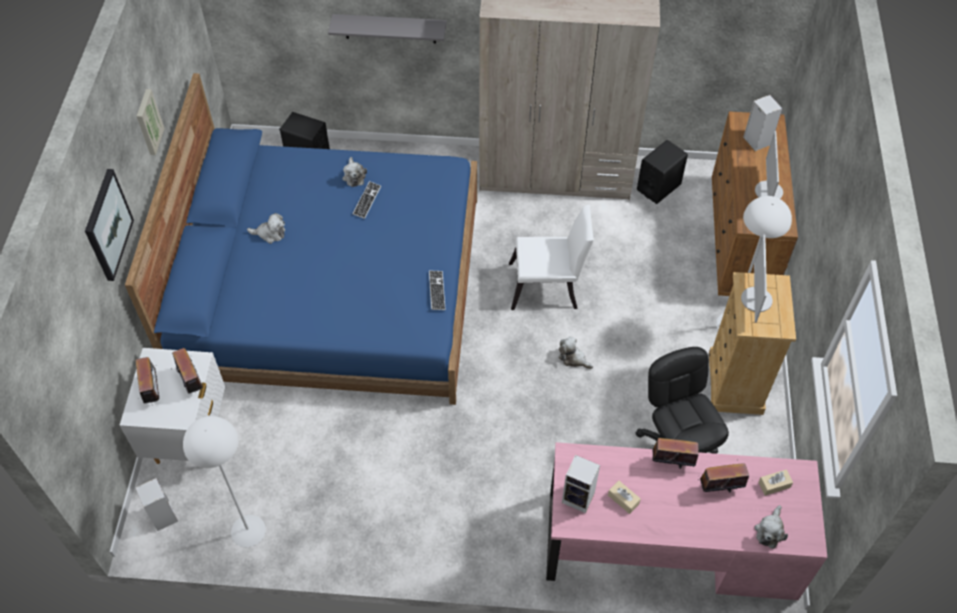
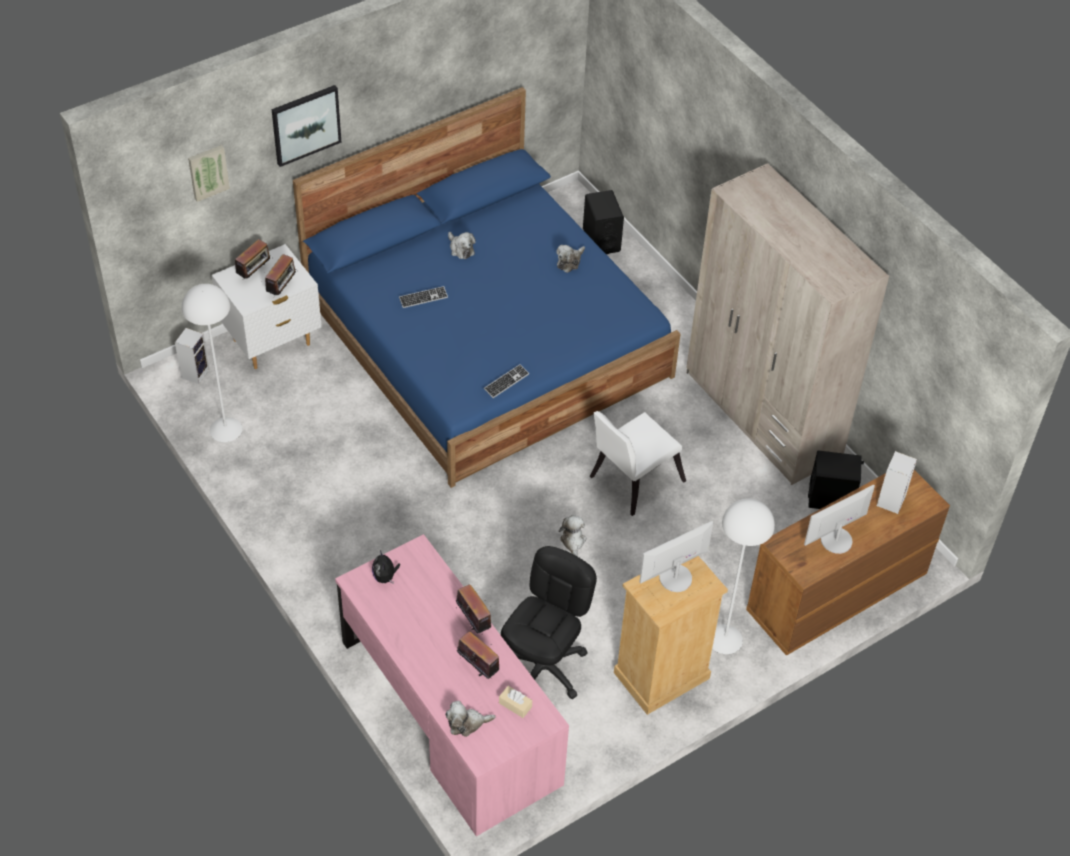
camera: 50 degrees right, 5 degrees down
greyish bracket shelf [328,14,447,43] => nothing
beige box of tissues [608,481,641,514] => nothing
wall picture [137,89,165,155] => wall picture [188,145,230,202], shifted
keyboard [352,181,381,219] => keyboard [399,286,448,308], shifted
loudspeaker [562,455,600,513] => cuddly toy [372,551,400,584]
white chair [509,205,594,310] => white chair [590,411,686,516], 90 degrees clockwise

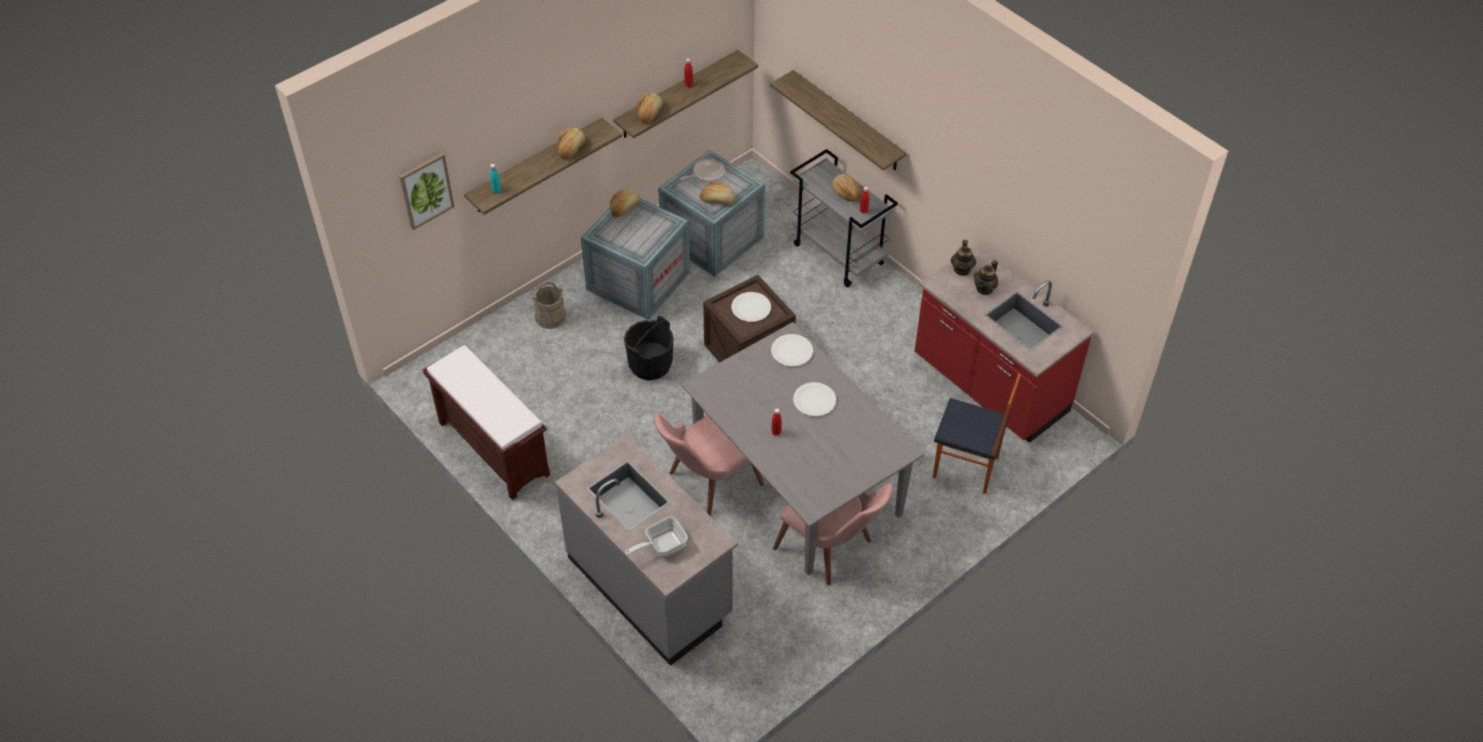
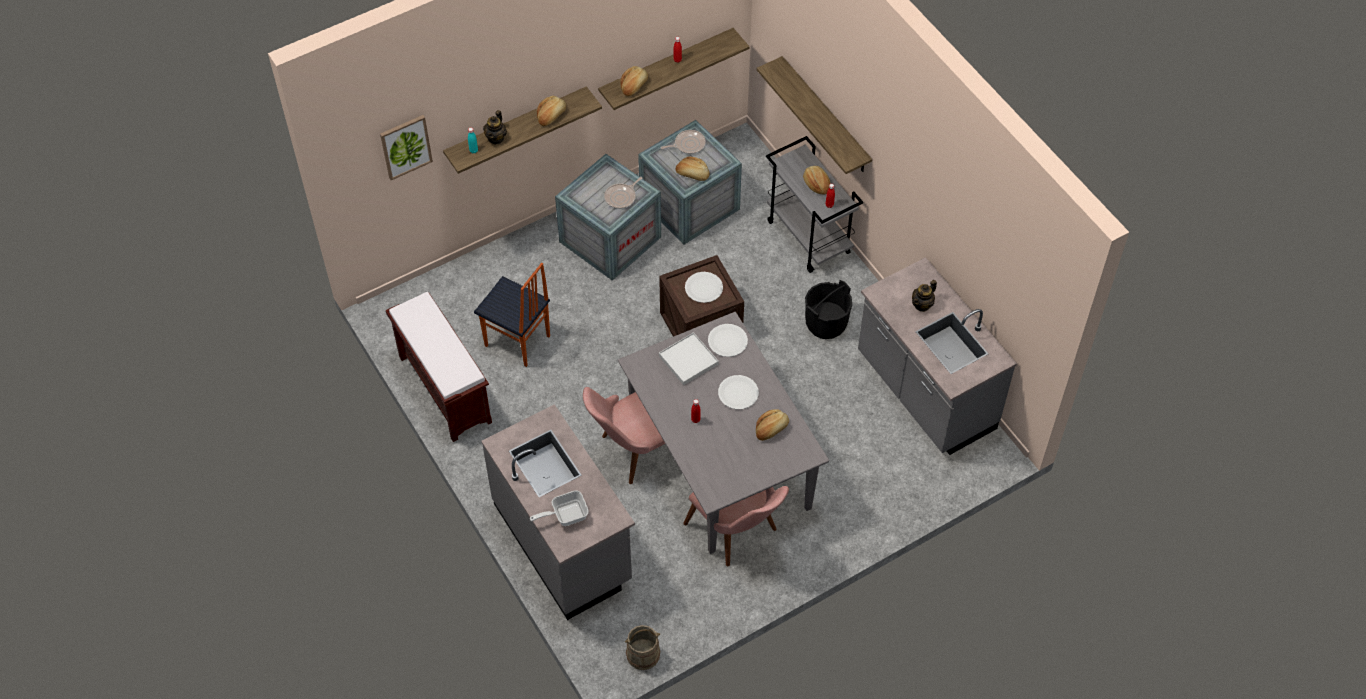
camera: 10 degrees right, 5 degrees up
nothing => skillet [604,177,642,209]
nothing => white tray [659,332,719,385]
beige water bucket [532,282,566,329] => beige water bucket [625,625,660,670], shifted
bread [610,189,640,217] => bread [756,409,789,441], shifted
blackish water bucket [624,316,674,380] => blackish water bucket [805,280,852,339], shifted
chair [933,373,1021,494] => chair [474,263,550,367], shifted
teapot [950,240,976,276] => teapot [483,110,507,144], shifted
red kitchen base unit [915,244,1094,443] => greyish kitchen base unit [858,257,1017,455]

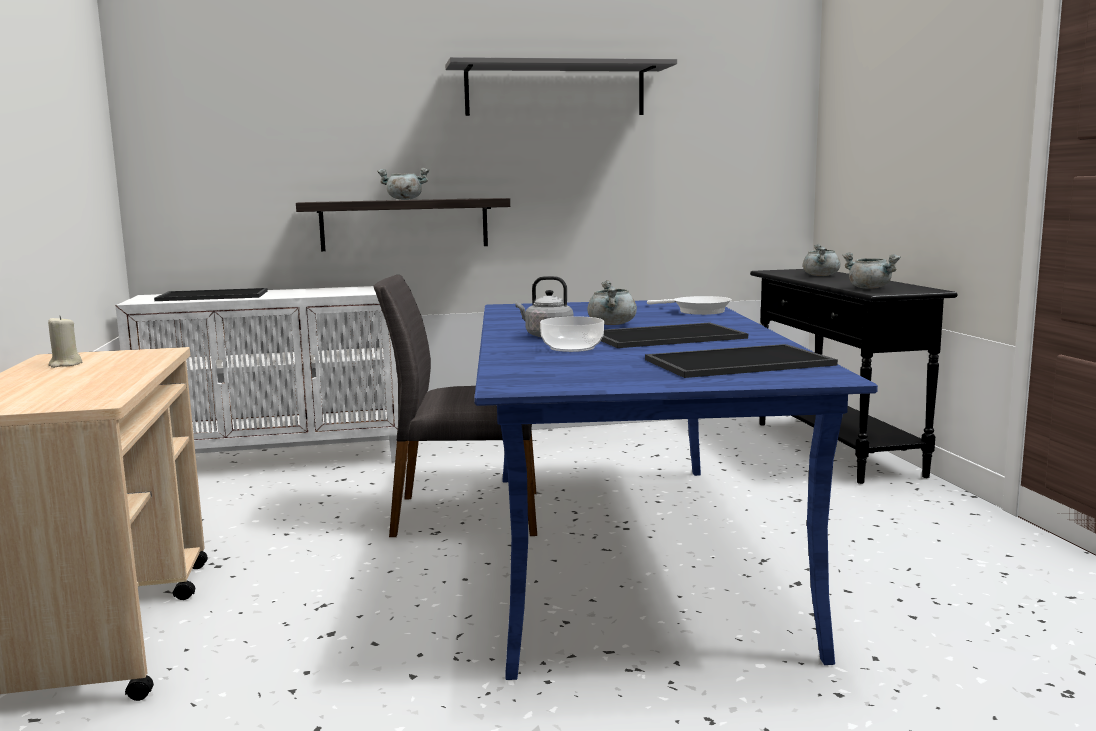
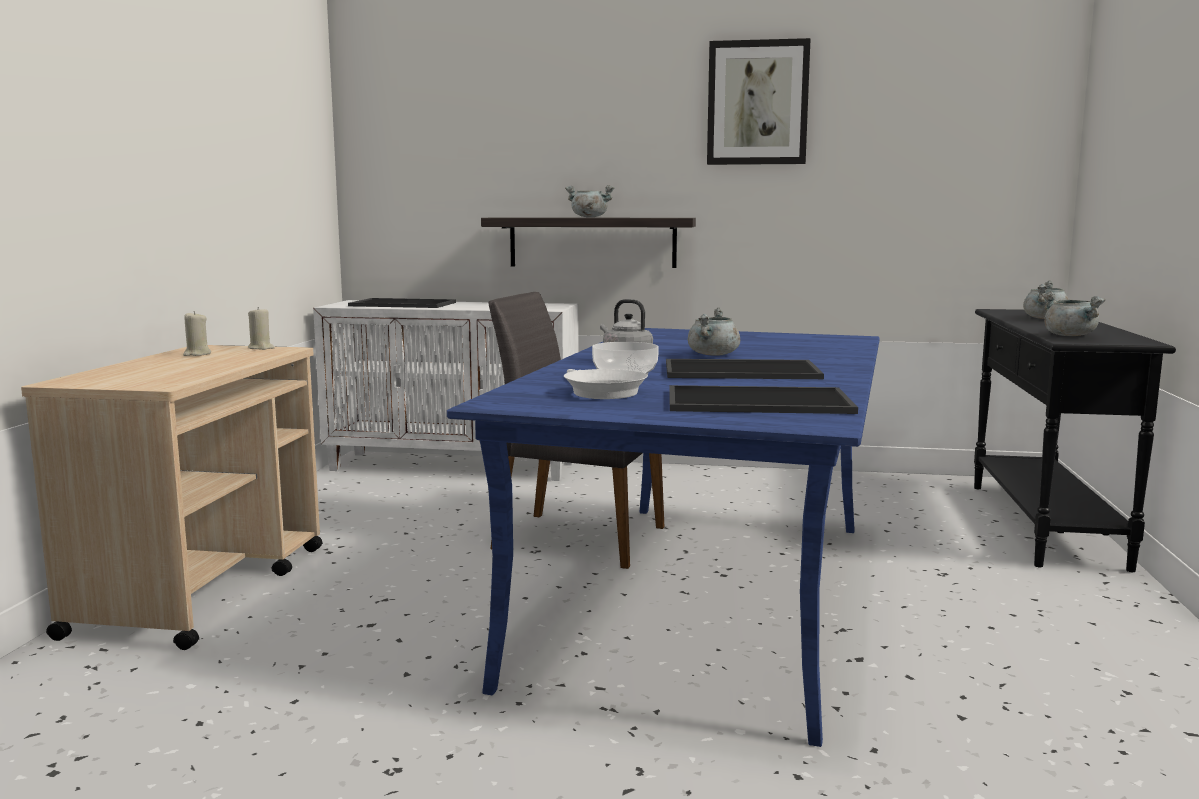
camera: 20 degrees right, 0 degrees up
nothing => beige wax candle [248,307,275,350]
white skillet [647,296,732,315] => white skillet [564,369,648,399], shifted
greyish bracket shelf [445,57,677,116] => wall picture [707,38,811,165]

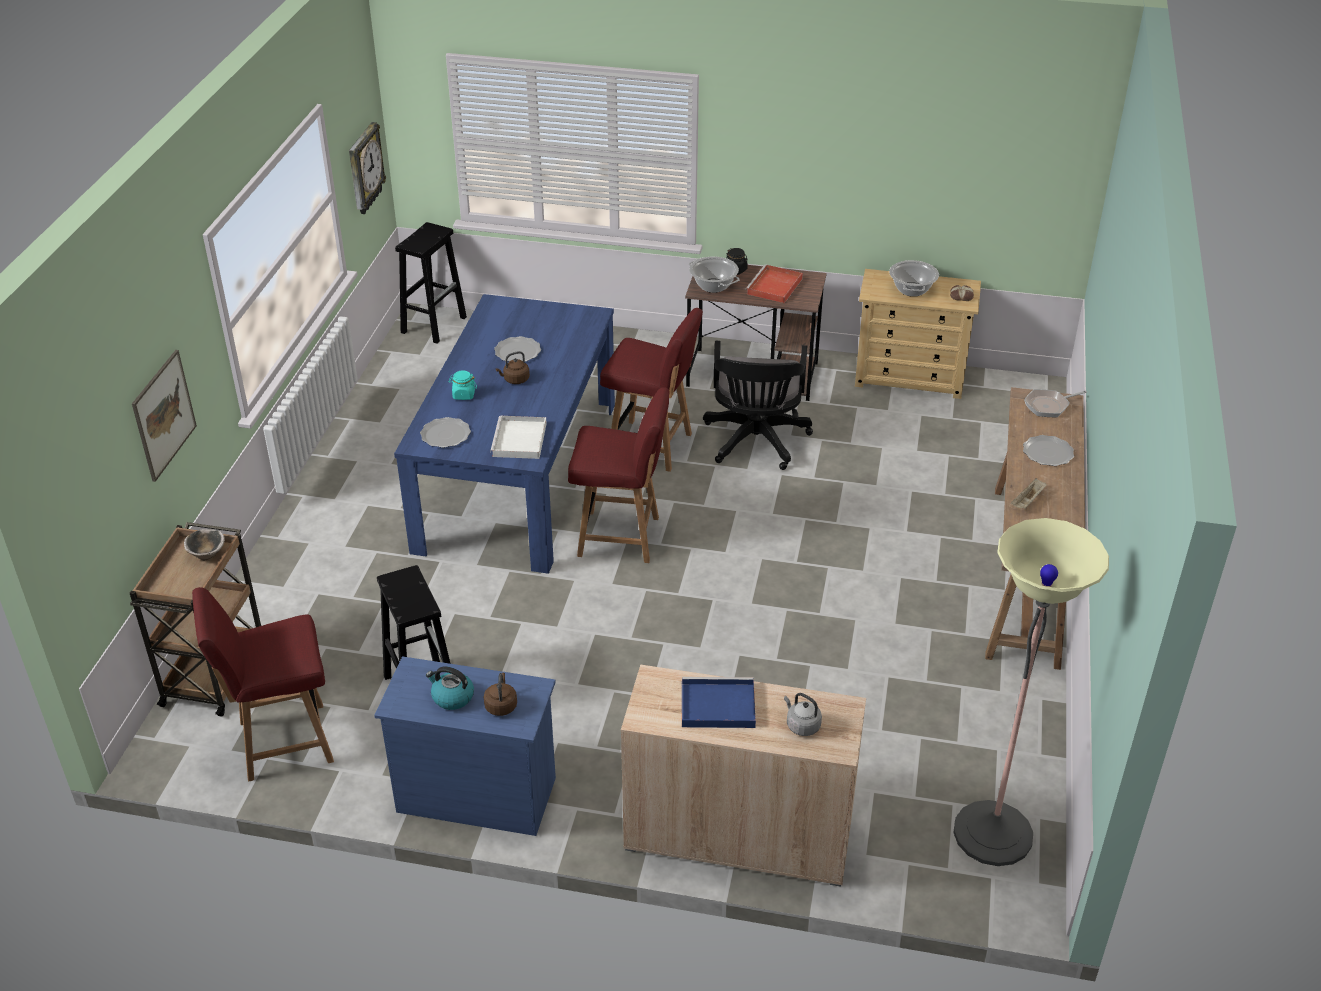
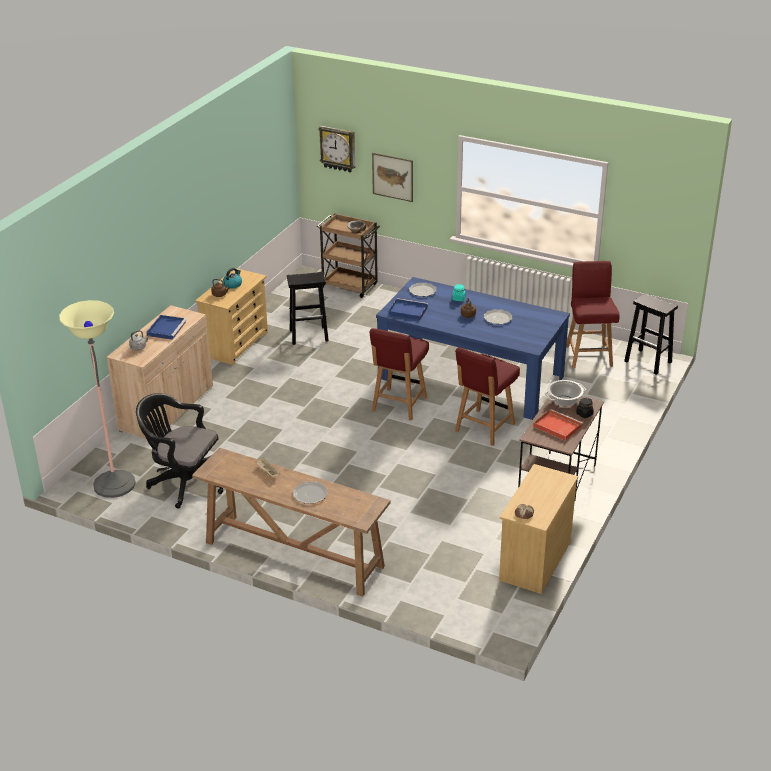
camera: 105 degrees right, 5 degrees down
saucepot [889,260,939,297] => nothing
skillet [1024,389,1087,417] => nothing
red chair [192,587,334,781] => red chair [566,261,620,368], shifted
hanging clock [349,122,386,214] => hanging clock [318,125,355,172], shifted
blackish office chair [703,341,813,470] => blackish office chair [136,393,223,509], shifted
bluish chest of drawers [374,656,556,836] => beige chest of drawers [195,268,268,365]
white tray [490,416,547,459] => bluish tray [389,298,428,320]

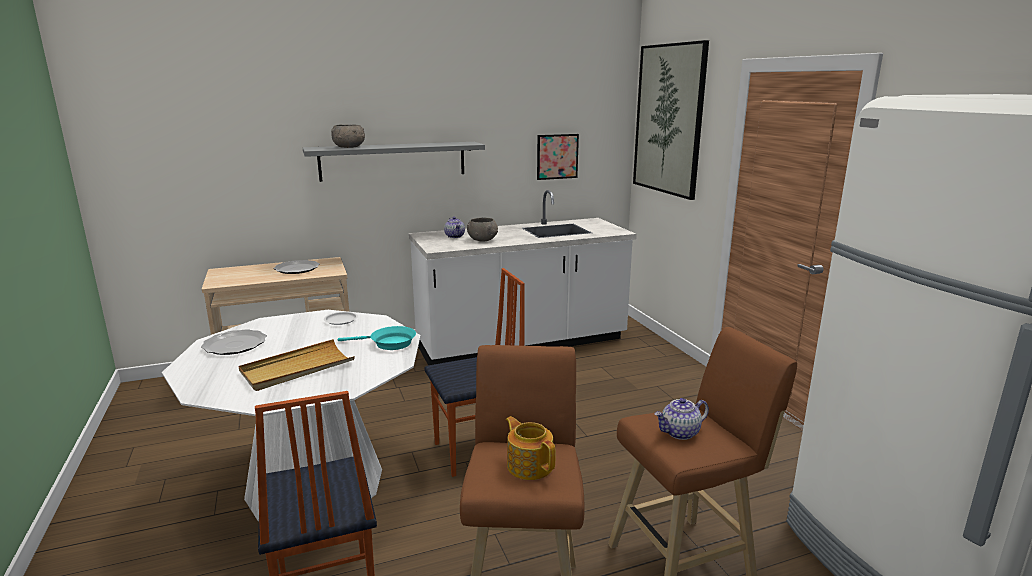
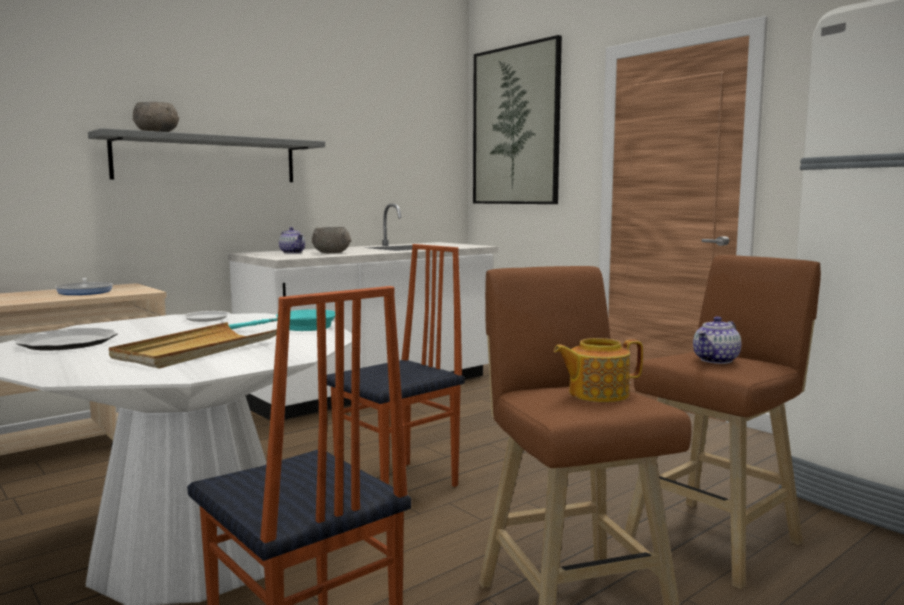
camera: 20 degrees left, 10 degrees down
wall picture [537,134,579,180] => nothing
dinner plate [274,260,320,274] => skillet [55,278,113,295]
teapot [506,416,556,480] => teapot [554,338,643,402], 45 degrees counterclockwise

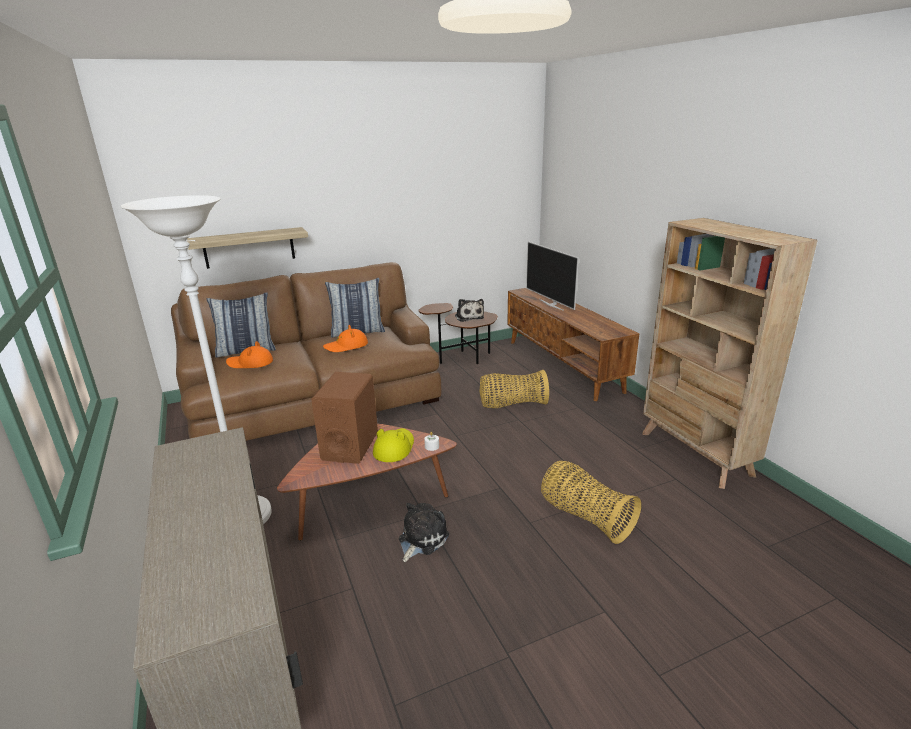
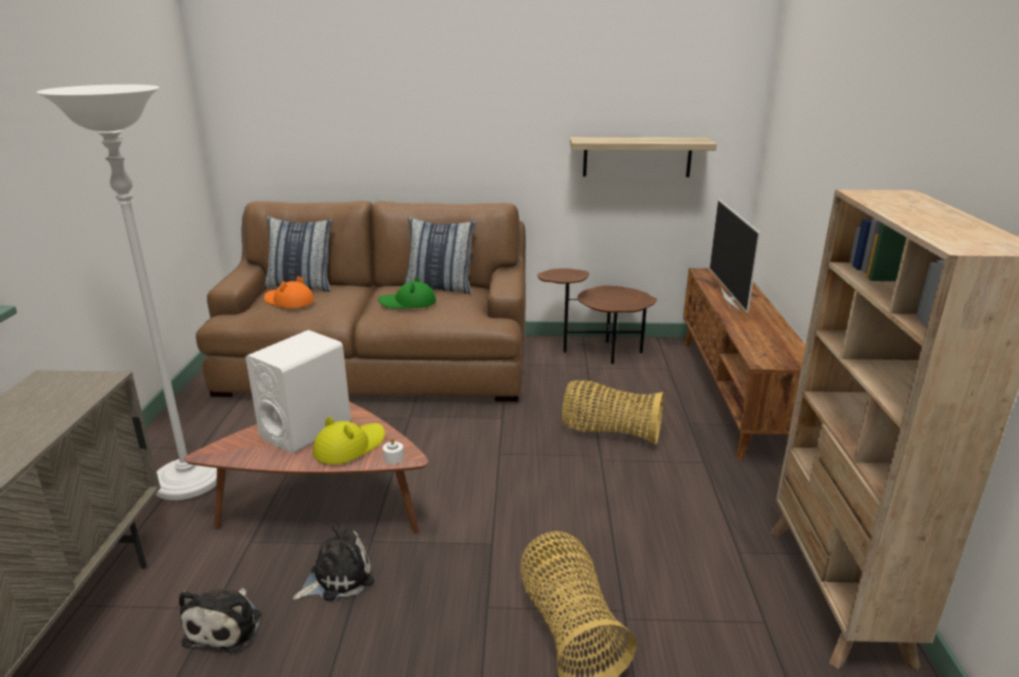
camera: 25 degrees right, 0 degrees up
bracket shelf [187,227,308,269] => bracket shelf [570,137,717,177], shifted
cuddly toy [455,299,484,322] => cuddly toy [179,588,261,653], shifted
brownish loudspeaker [311,372,378,464] => white loudspeaker [246,330,351,454]
orange-coloured hat [323,325,368,352] => green-coloured hat [378,276,436,309]

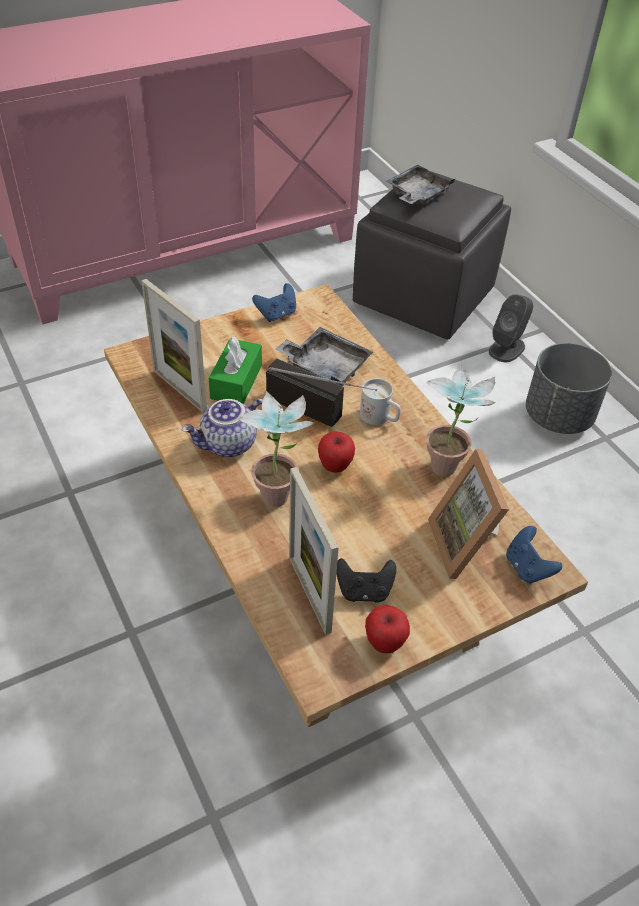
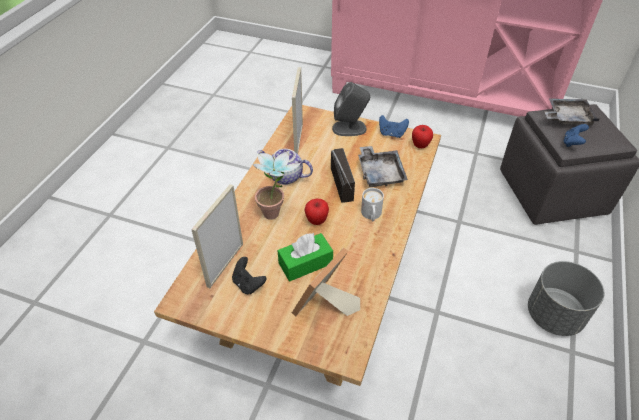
camera: 50 degrees right, 0 degrees up
houseplant [426,365,496,477] => nothing
green-coloured box of tissues [209,336,262,404] => green-coloured box of tissues [278,233,333,281], shifted
apple [365,605,410,653] => apple [412,125,433,148], shifted
greyish loudspeaker [489,294,533,362] => greyish loudspeaker [332,82,370,136], shifted
bluish gamepad [506,526,562,583] => bluish gamepad [563,124,589,147], shifted

